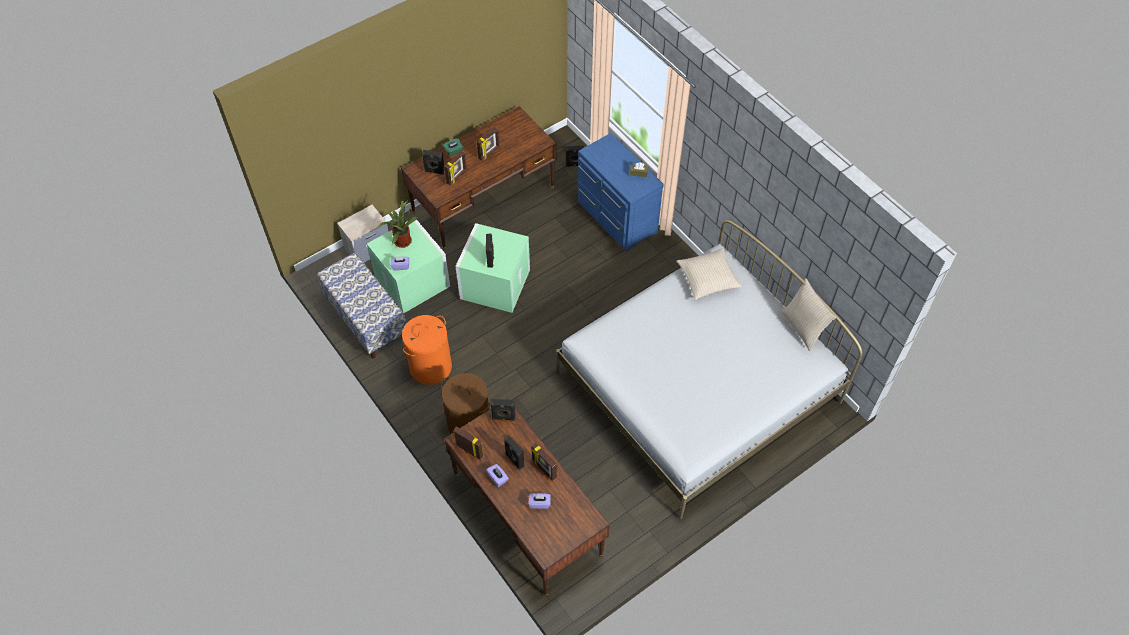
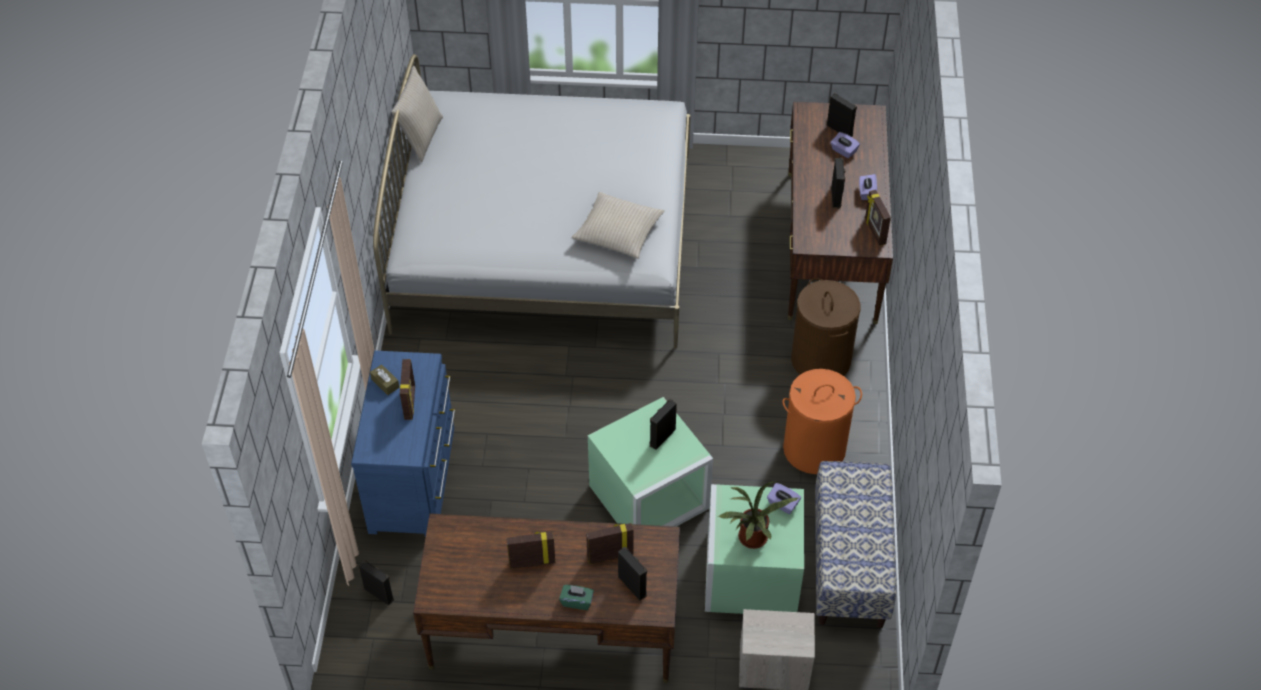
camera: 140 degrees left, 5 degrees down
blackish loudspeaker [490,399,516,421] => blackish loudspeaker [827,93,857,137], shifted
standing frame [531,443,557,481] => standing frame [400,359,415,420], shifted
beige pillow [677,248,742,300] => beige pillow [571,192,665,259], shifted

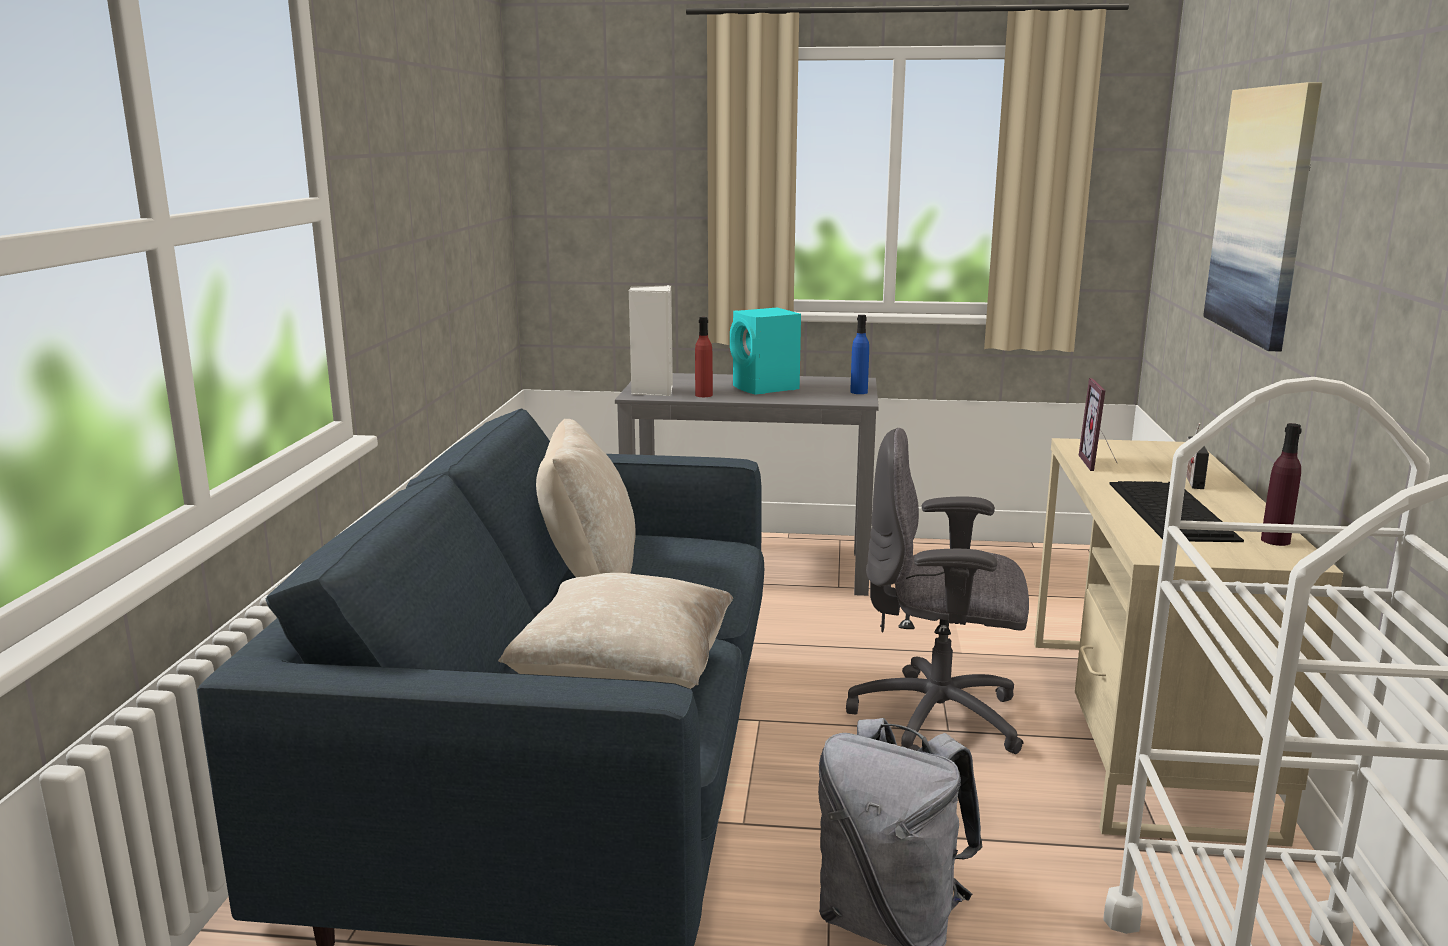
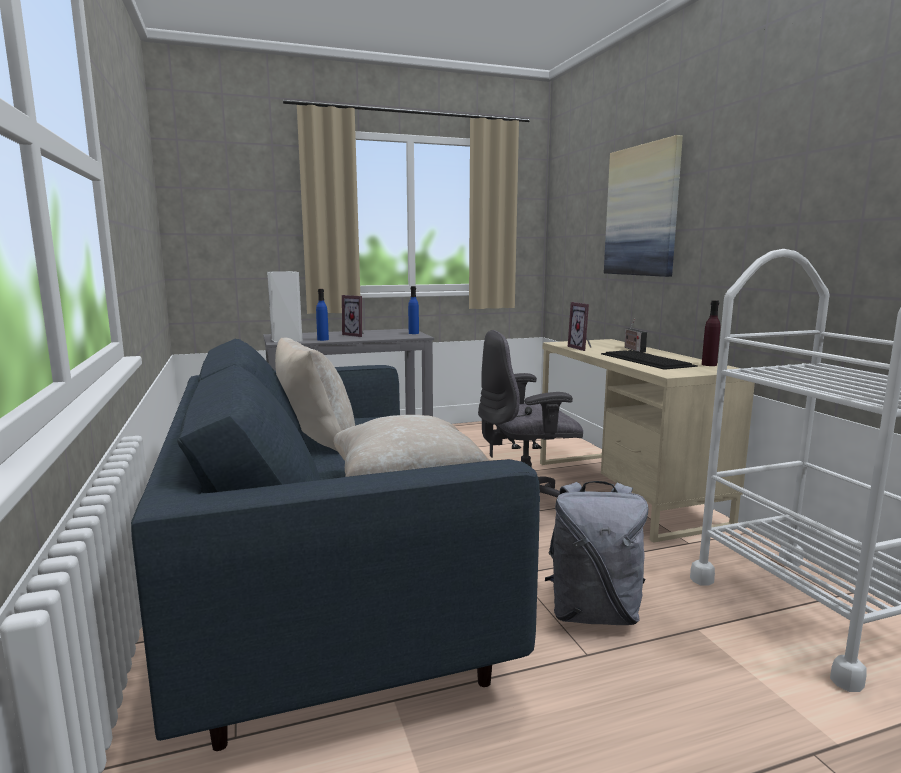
camera: 25 degrees left, 5 degrees down
turquoise-coloured loudspeaker [730,308,801,395] => standing frame [342,295,364,337]
red bottle [695,317,713,397] => bluish bottle [316,289,329,341]

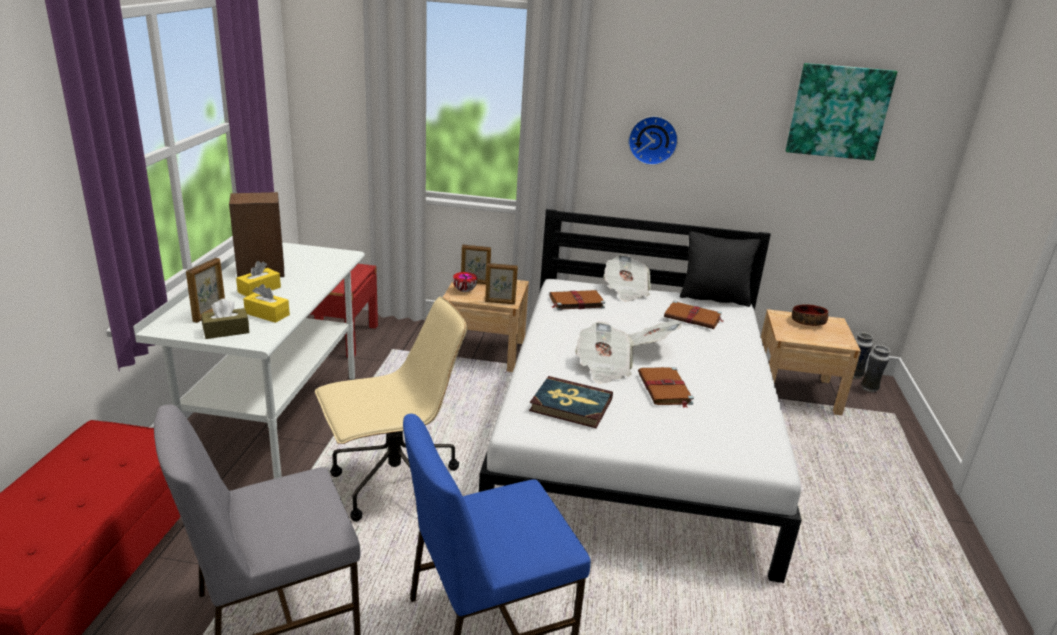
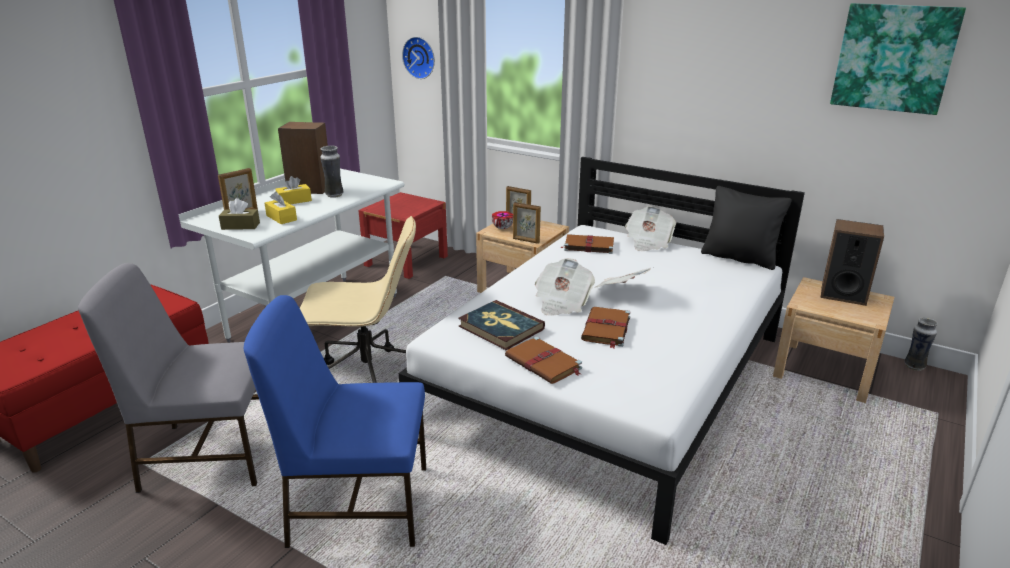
camera: 25 degrees right, 0 degrees up
hanging clock [628,116,678,165] => hanging clock [402,37,435,79], shifted
brownish book [664,301,723,329] => brownish book [505,336,582,384], shifted
flower vase [861,345,890,392] => flower vase [320,145,344,198], shifted
bowl [792,304,828,326] => loudspeaker [821,219,884,306]

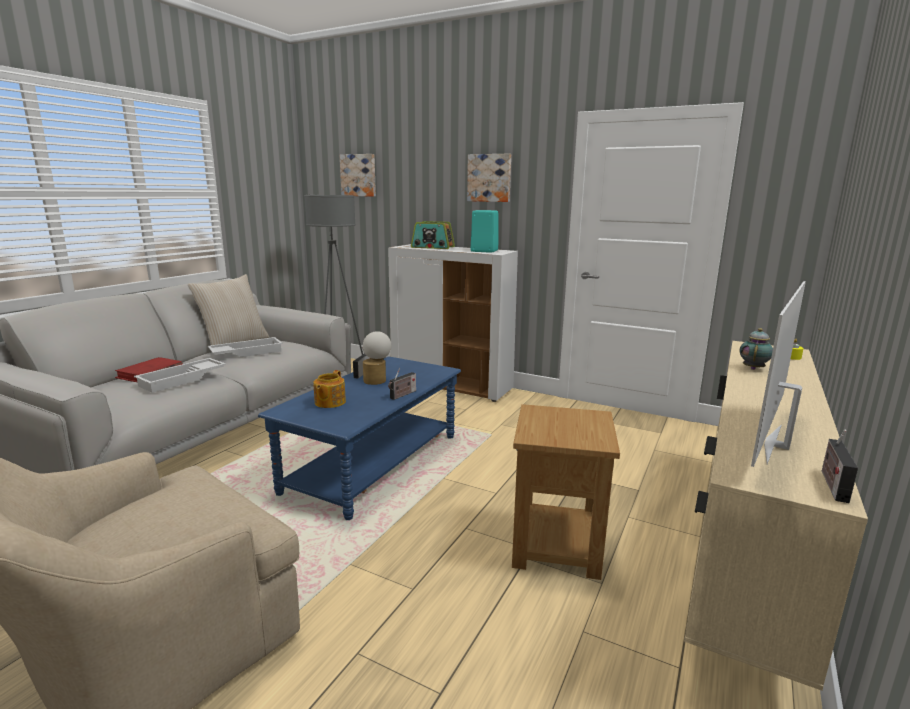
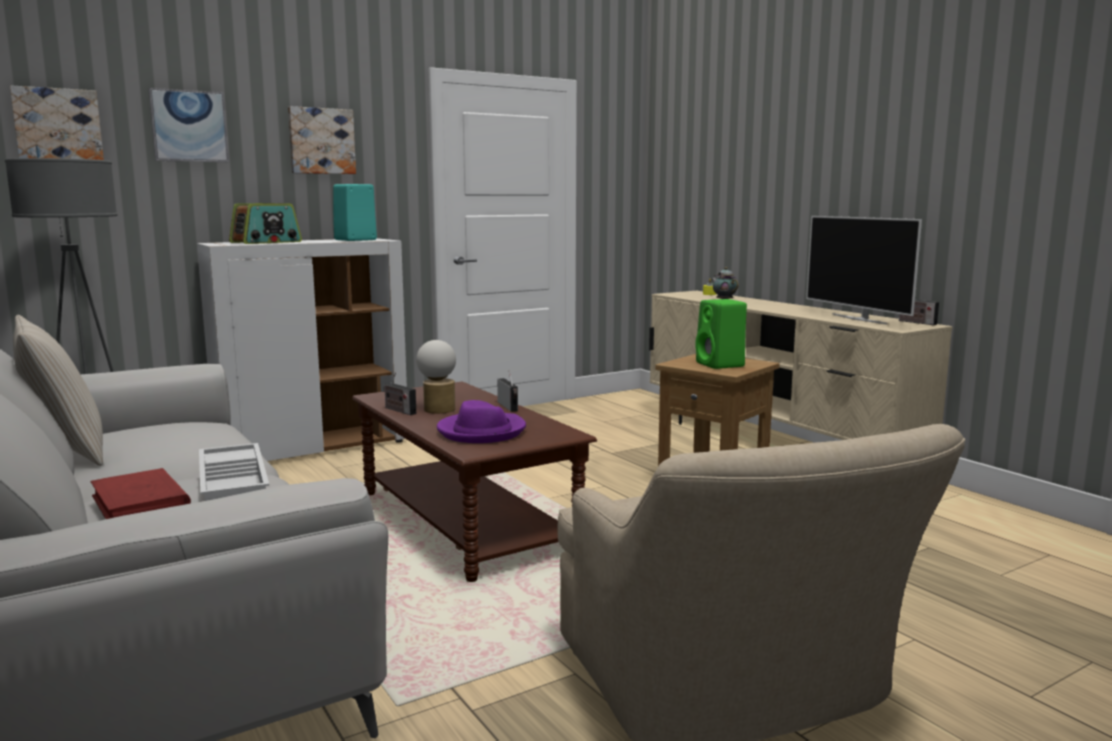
camera: 60 degrees left, 5 degrees down
white tray [208,337,283,357] => nothing
nothing => wall picture [148,88,229,162]
nothing => green-coloured loudspeaker [695,299,747,369]
teapot [313,370,346,408] => purple hat [437,400,526,443]
bluish low table [258,357,461,520] => brownish low table [352,382,597,582]

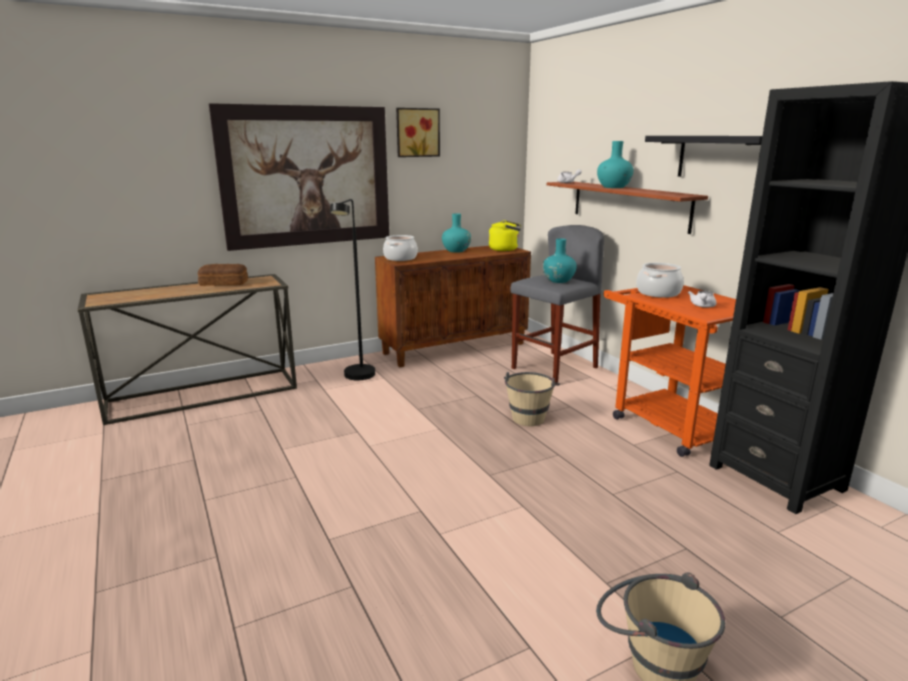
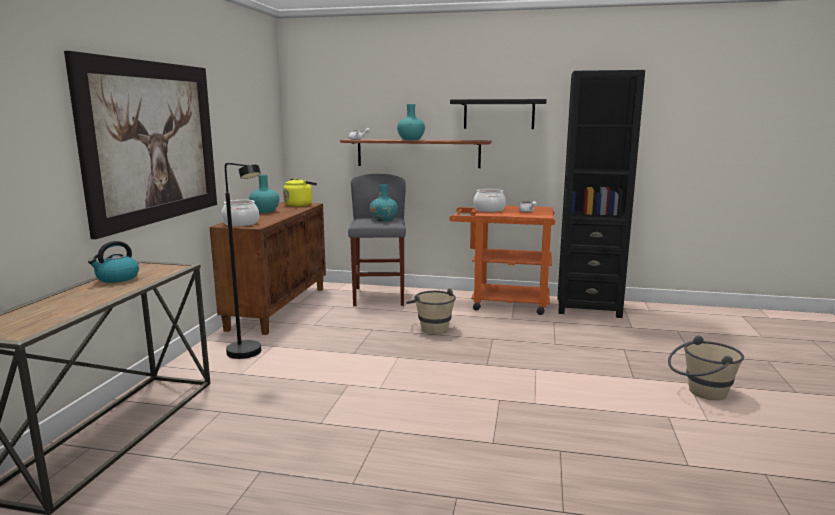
camera: 50 degrees left, 5 degrees down
wall picture [396,108,440,157] => nothing
bread [198,264,248,286] => kettle [88,241,139,283]

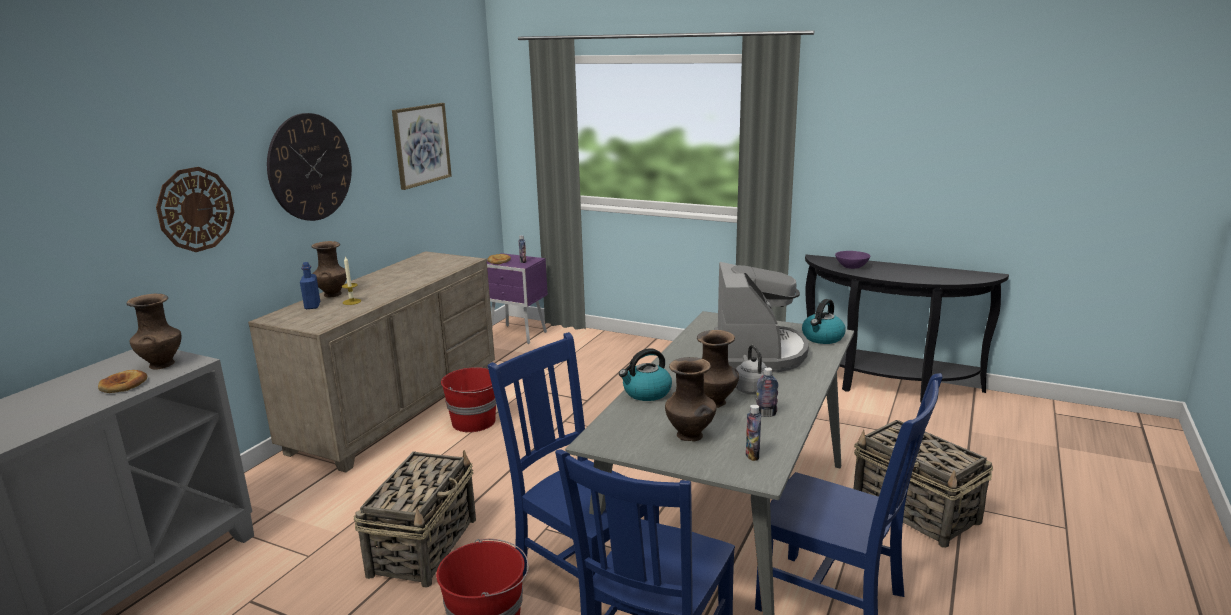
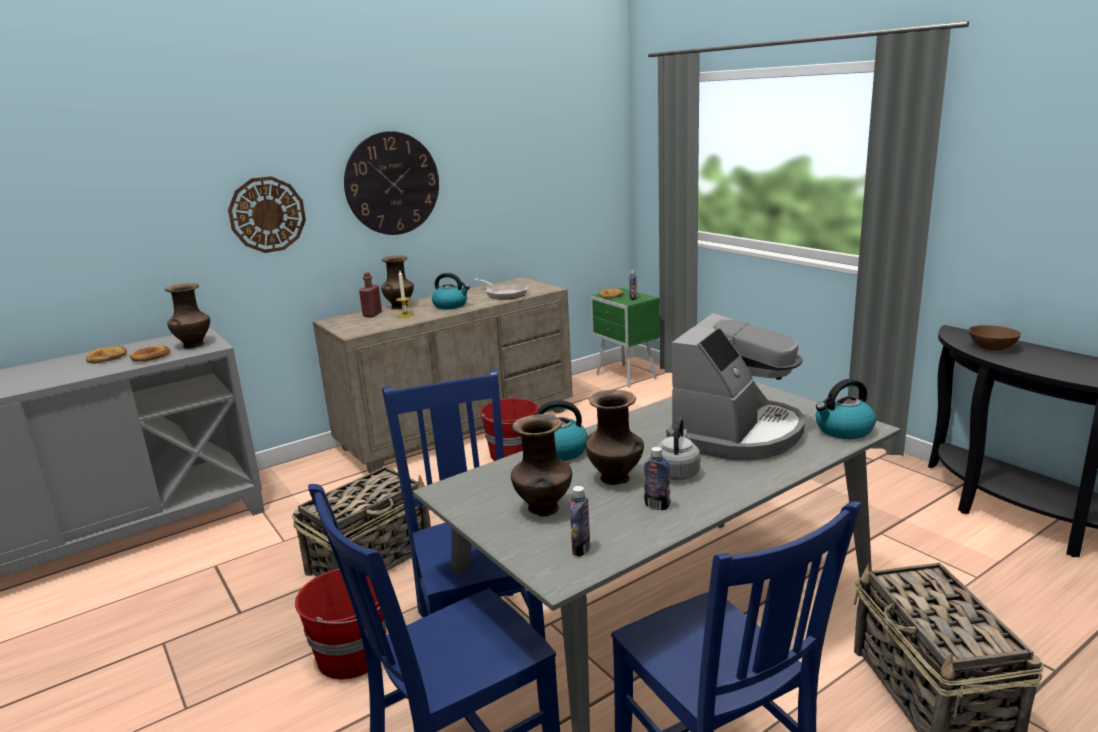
camera: 30 degrees right, 0 degrees up
wall picture [392,103,452,190] => nothing
nothing => bread [86,346,127,364]
nothing => kettle [432,273,470,309]
nothing => skillet [474,278,528,300]
bluish bottle [300,262,320,309] => red bottle [359,272,382,317]
purple night table [487,253,548,344] => green-coloured night table [590,288,660,387]
purple bowl [835,251,870,269] => brownish bowl [968,325,1021,351]

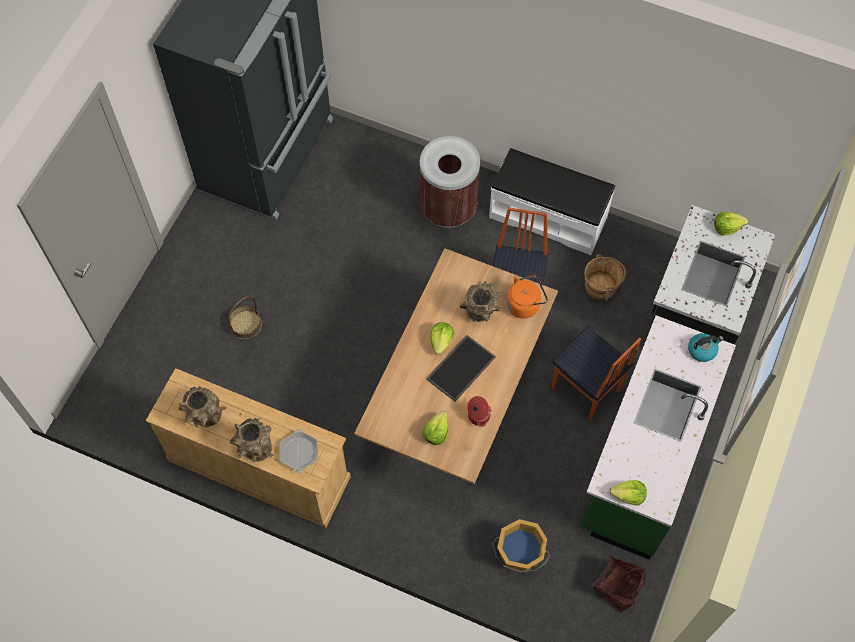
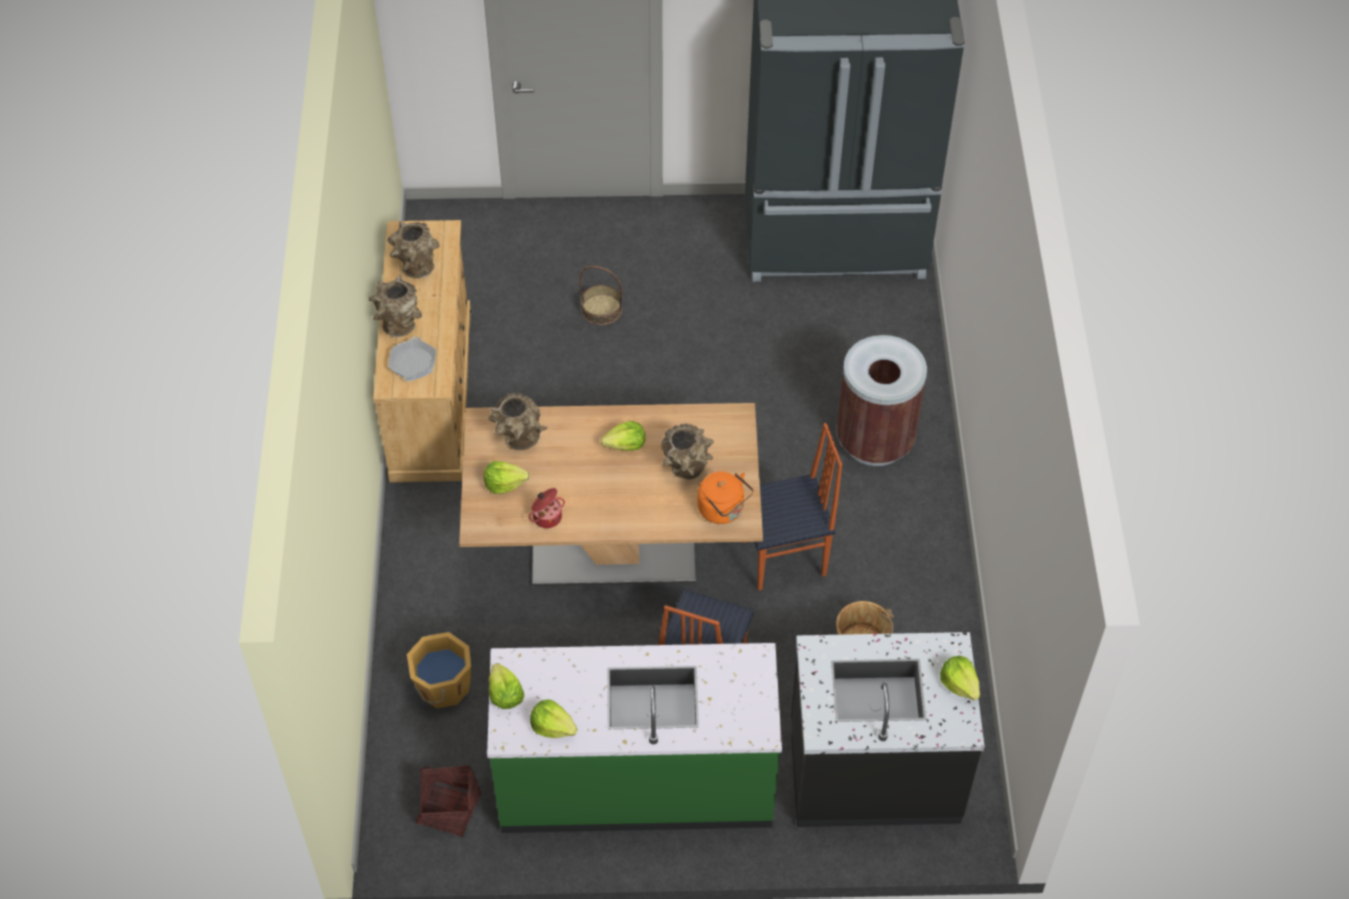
camera: 65 degrees right, 10 degrees down
tray [426,335,496,402] => nothing
white indoor bench [489,148,615,255] => nothing
kettle [688,333,723,362] => nothing
nothing => brownish flower vase [488,393,547,450]
nothing => lettuce head [530,699,578,738]
skillet [280,429,318,473] => skillet [388,337,436,381], 60 degrees counterclockwise

